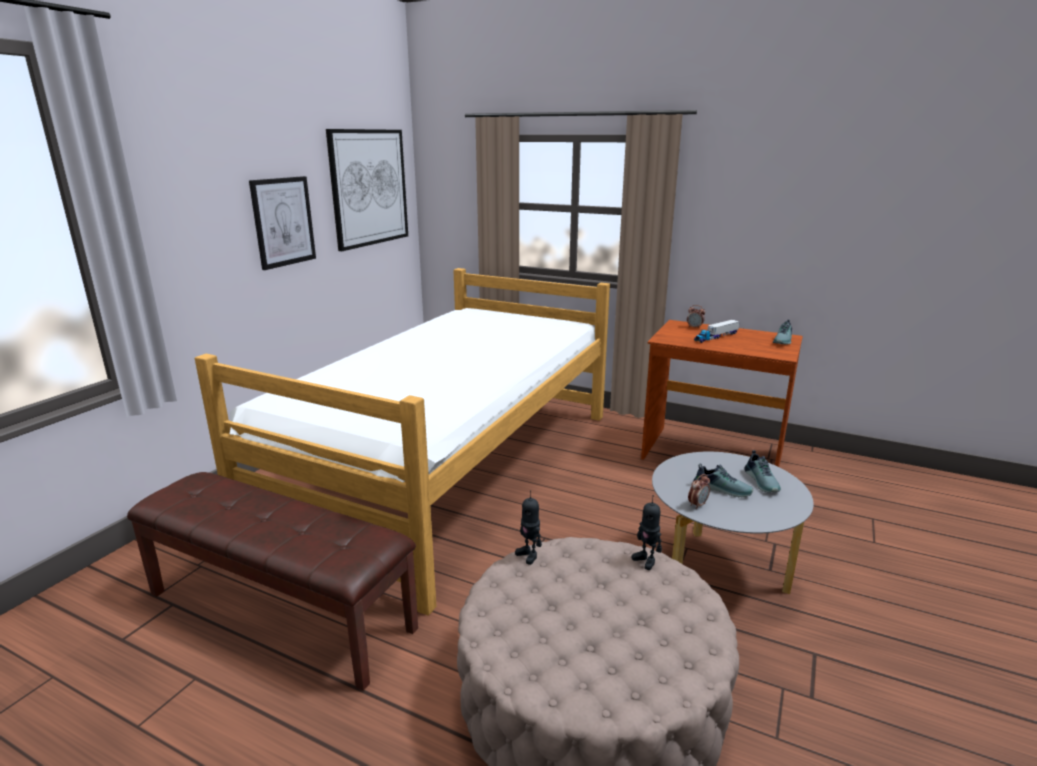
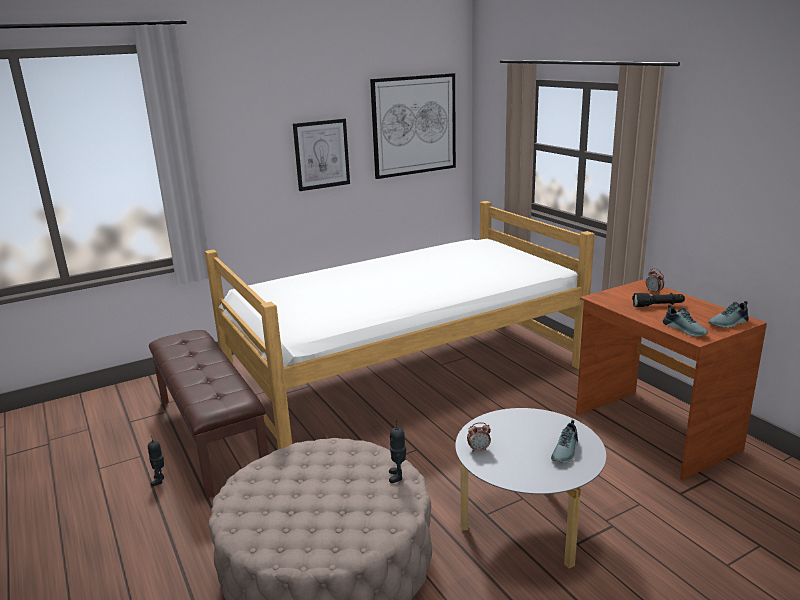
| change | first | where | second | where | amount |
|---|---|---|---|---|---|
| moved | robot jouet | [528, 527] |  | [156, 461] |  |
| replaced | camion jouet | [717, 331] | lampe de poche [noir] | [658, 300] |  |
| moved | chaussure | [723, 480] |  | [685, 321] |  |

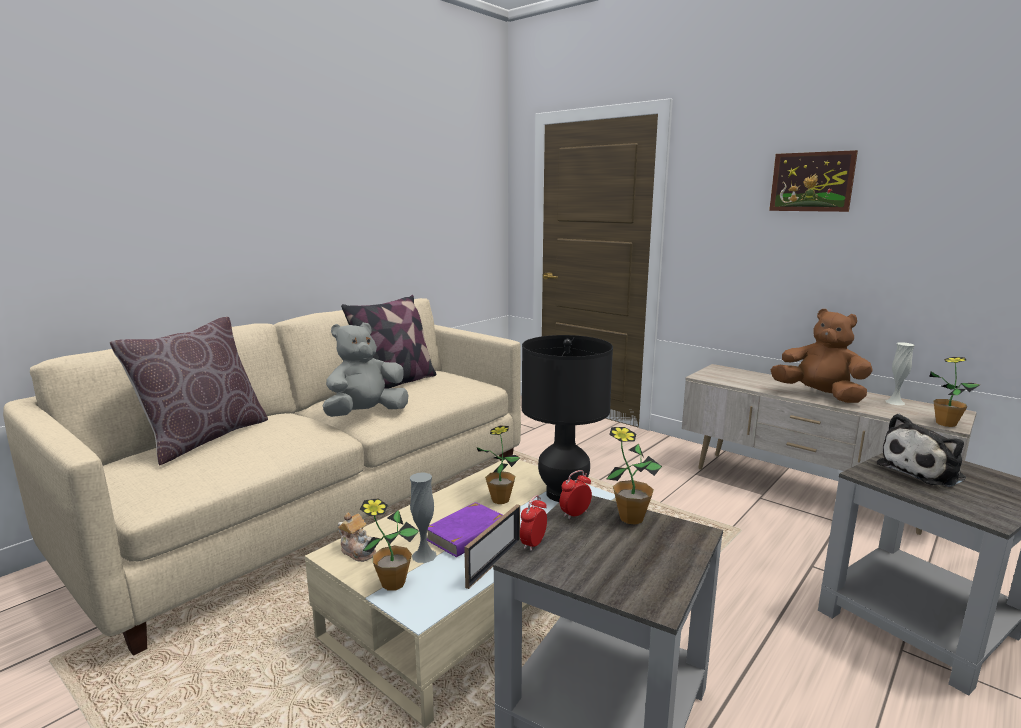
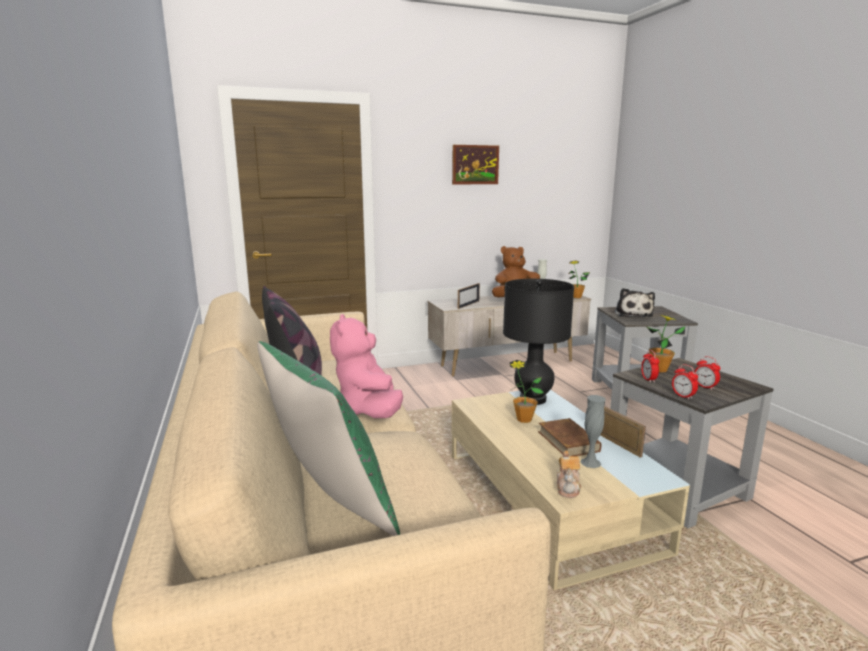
| change | first | where | second | where | amount |
|---|---|---|---|---|---|
| recoloured | coussin [marron] | [189, 391] | coussin [vert] | [328, 438] |  |
| recoloured | peluche [gris] | [365, 370] | peluche [rose] | [366, 366] |  |
| added |  |  | cadre photo | [469, 296] |  |
| recoloured | livre [violet] | [465, 529] | livre [marron] | [569, 437] |  |
| turned | théière | [357, 537] |  | [569, 474] | 120 degrees clockwise |
| added |  |  | réveil | [707, 373] |  |
| removed | plante en pot | [389, 544] |  |  |  |

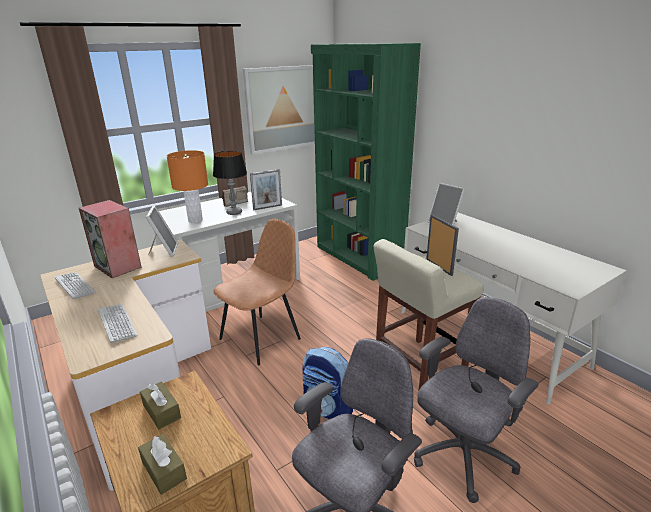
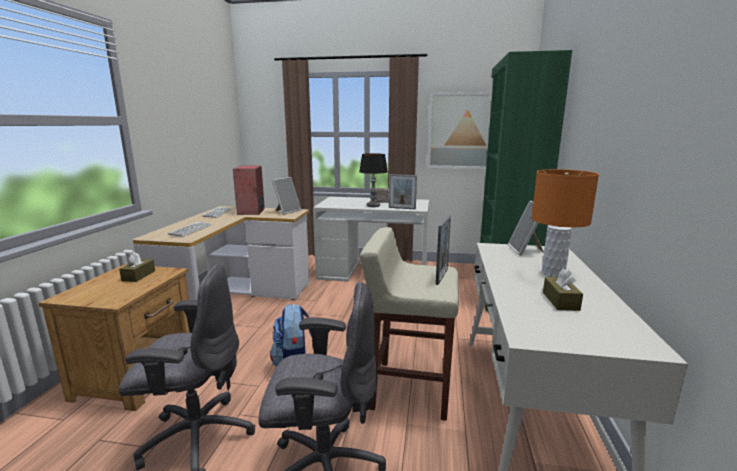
| change | first | where | second | where | amount |
|---|---|---|---|---|---|
| moved | lampe de table [orange] | [187, 186] |  | [565, 223] |  |
| moved | boîte à mouchoirs [marron] | [162, 464] |  | [563, 290] |  |
| removed | chaise [marron] | [257, 292] |  |  |  |

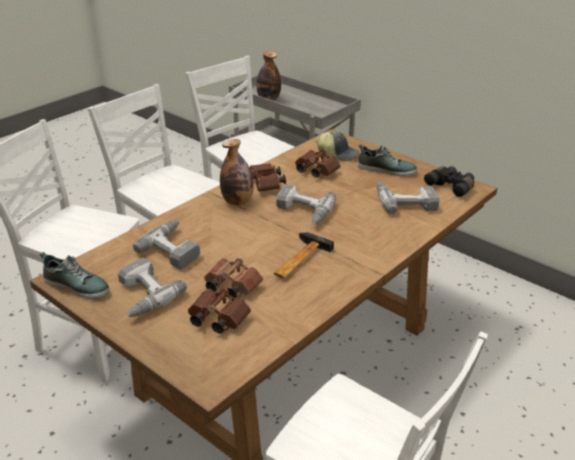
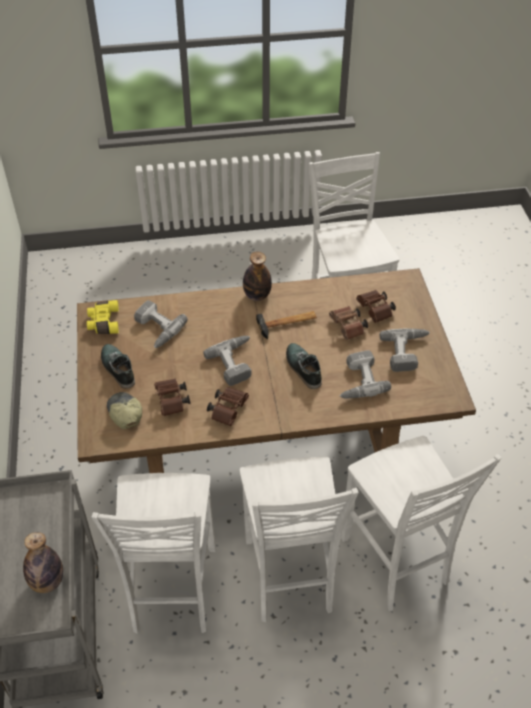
| change | first | where | second | where | amount |
|---|---|---|---|---|---|
| recoloured | jumelles [noir] | [449, 181] | jumelles [jaune] | [103, 317] |  |
| moved | bouteille | [237, 172] |  | [257, 276] |  |
| moved | chaussure | [75, 275] |  | [304, 366] |  |

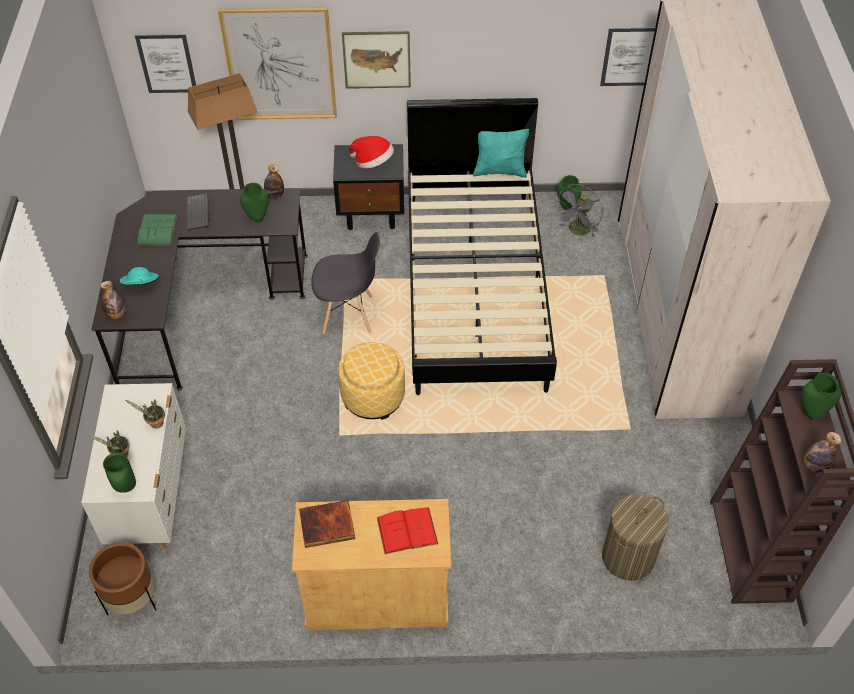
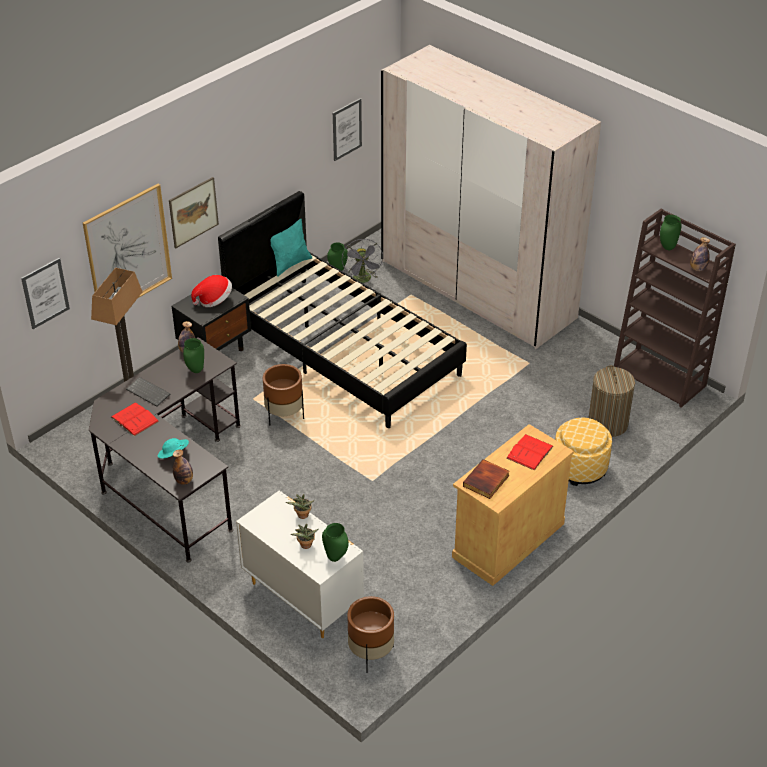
| change | first | where | second | where | amount |
|---|---|---|---|---|---|
| recoloured | livre [vert] | [157, 229] | livre [rouge] | [135, 419] |  |
| replaced | chaise [gris] | [345, 282] | cache-pot [marron] | [283, 395] |  |
| moved | pouf | [371, 381] |  | [583, 452] |  |

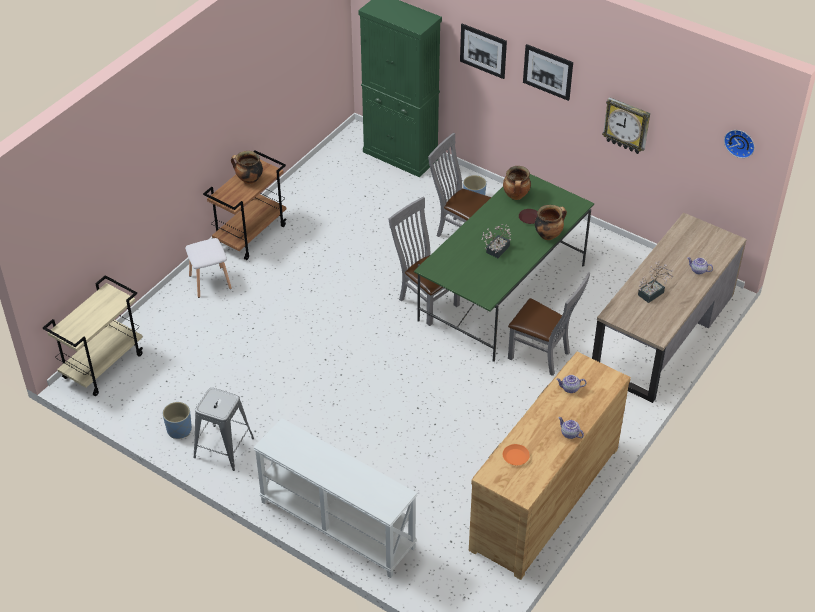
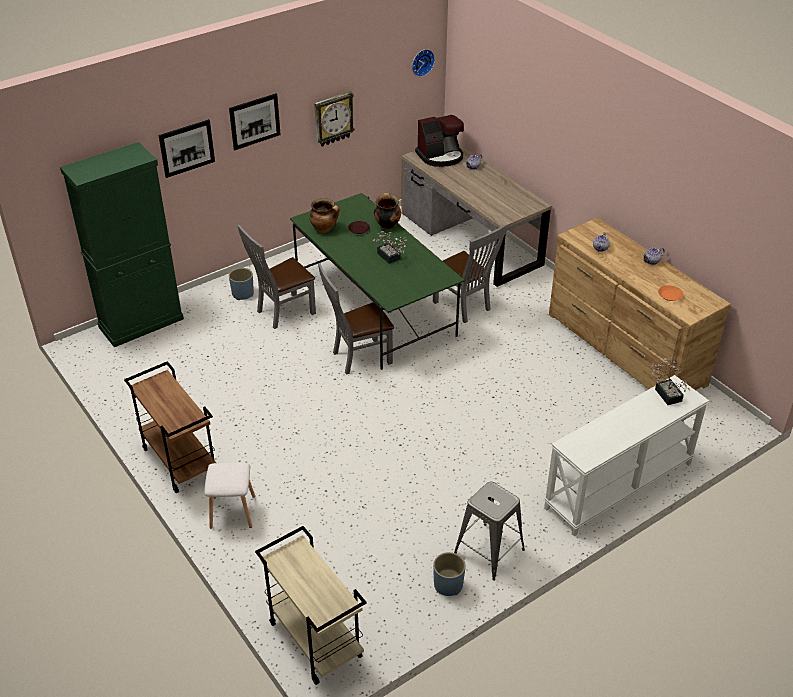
| change | first | where | second | where | amount |
|---|---|---|---|---|---|
| added |  |  | machine à café | [439, 141] |  |
| turned | chaise [gris] | [549, 324] |  | [470, 273] | 90 degrees clockwise |
| moved | plante en pot | [655, 282] |  | [670, 381] |  |
| removed | marmite | [247, 167] |  |  |  |

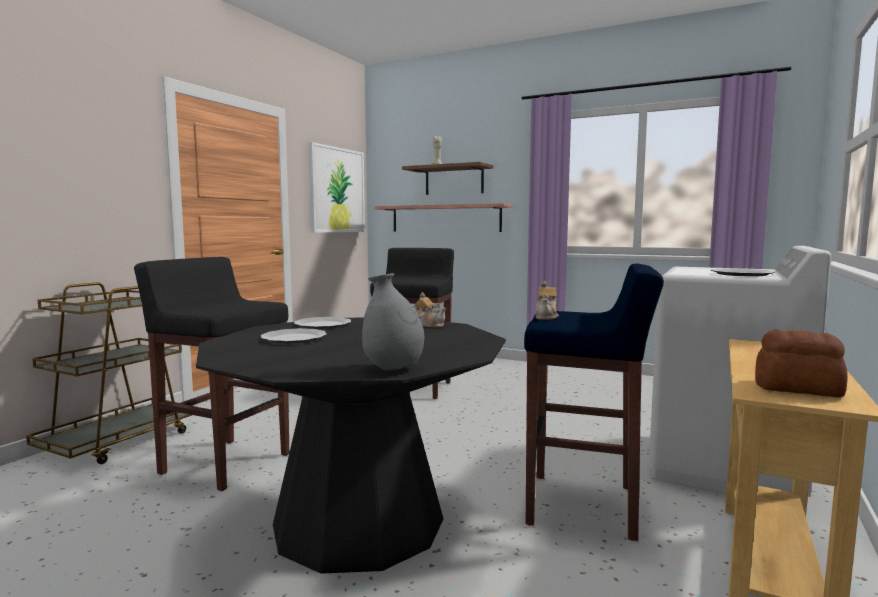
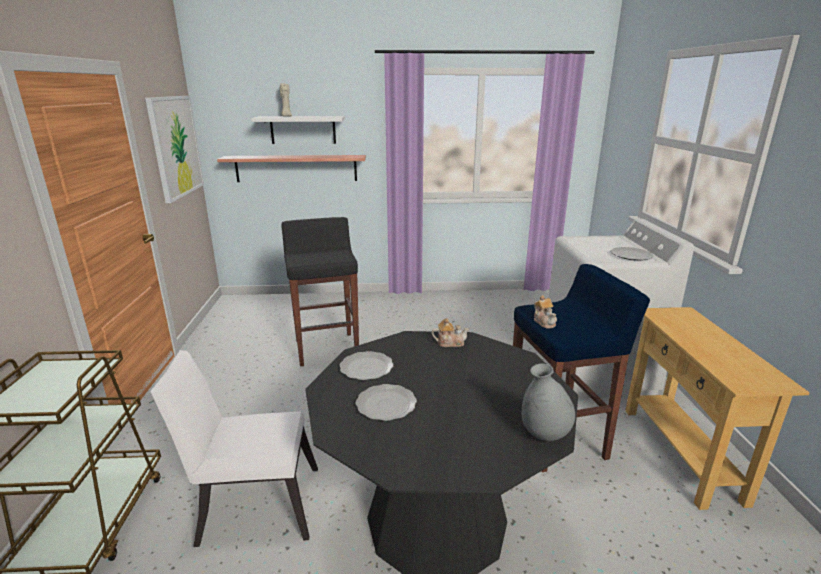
| change | first | where | second | where | amount |
|---|---|---|---|---|---|
| replaced | tabouret [noir] | [211, 374] | chaise [blanc] | [234, 448] |  |
| recoloured | étagère [marron] | [447, 178] | étagère [blanc] | [298, 130] |  |
| removed | pain | [801, 363] |  |  |  |

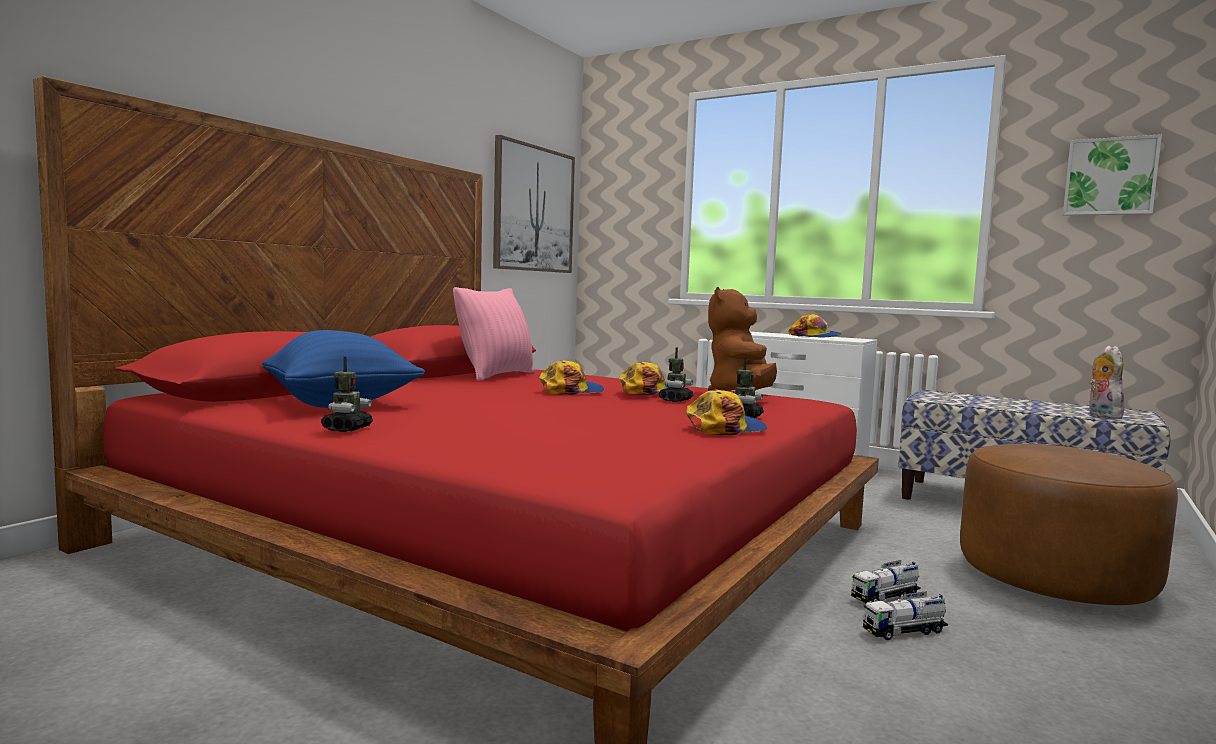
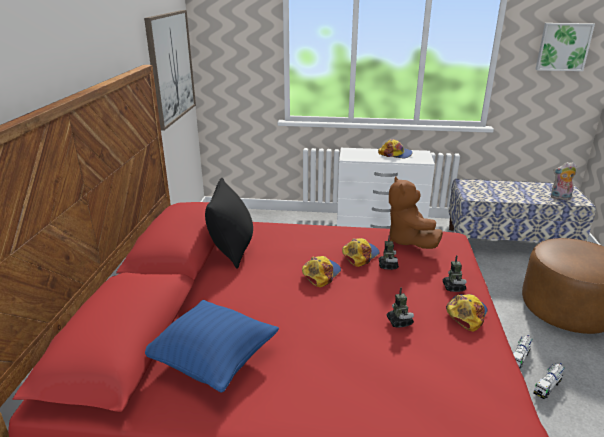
| change | first | where | second | where | amount |
|---|---|---|---|---|---|
| recoloured | coussin [rose] | [494, 334] | coussin [noir] | [229, 223] |  |
| moved | robot jouet | [347, 394] |  | [400, 307] |  |
| turned | peluche | [1106, 382] |  | [564, 181] | 60 degrees counterclockwise |

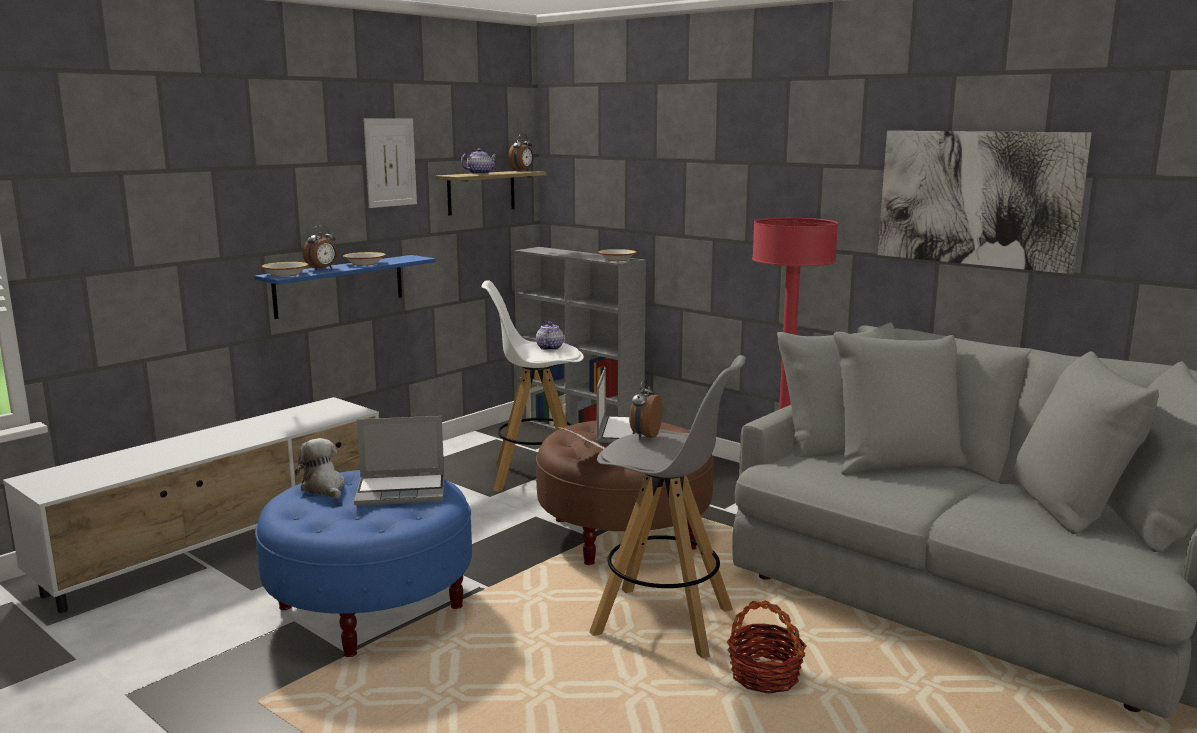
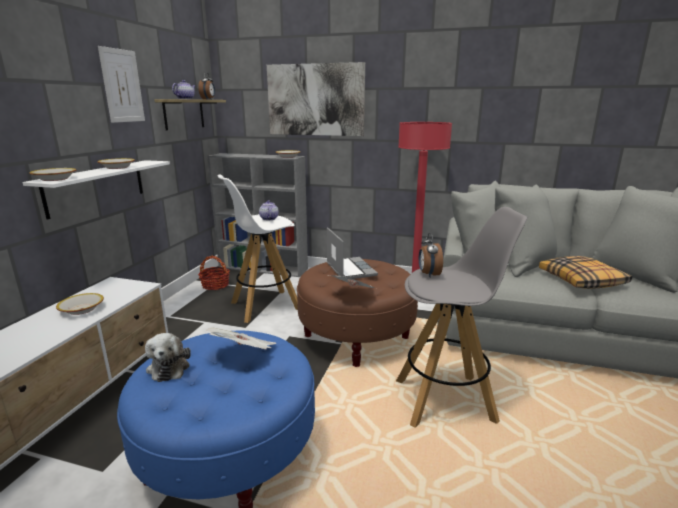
| change | first | where | second | where | amount |
|---|---|---|---|---|---|
| recoloured | étagère [bleu] | [345, 287] | étagère [blanc] | [96, 190] |  |
| added |  |  | bol | [80, 304] |  |
| turned | peluche | [320, 468] |  | [168, 357] | 135 degrees counterclockwise |
| moved | panier | [767, 647] |  | [214, 273] |  |
| replaced | ordinateur portable | [399, 461] | journal | [241, 338] |  |
| moved | tableau | [984, 202] |  | [316, 99] |  |
| added |  |  | coussin | [585, 272] |  |
| removed | réveil | [320, 247] |  |  |  |

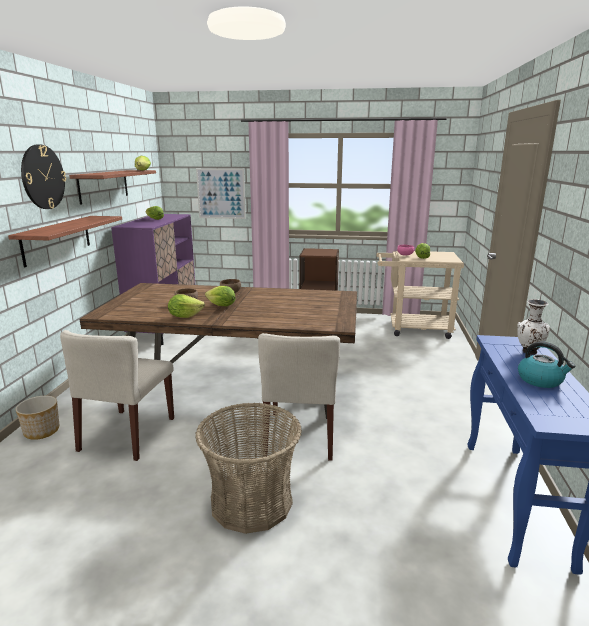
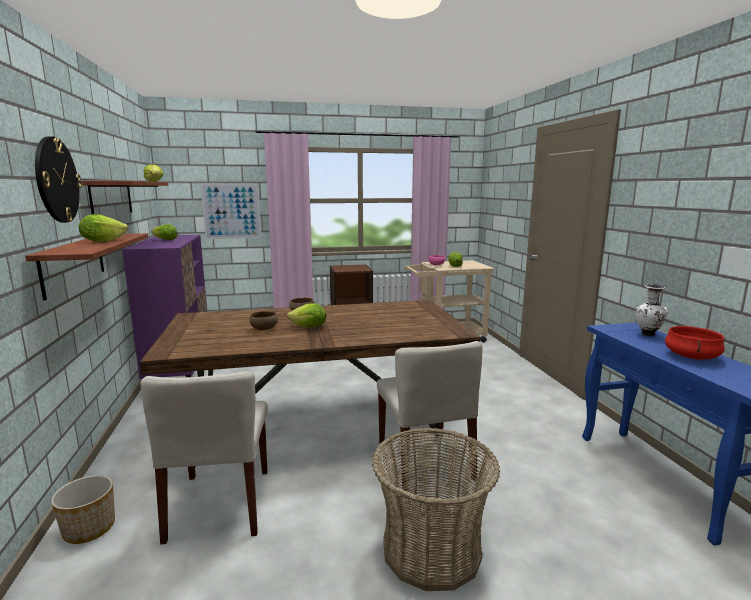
| change | first | where | second | where | amount |
|---|---|---|---|---|---|
| moved | laitue | [186, 306] |  | [103, 228] |  |
| replaced | bouilloire | [546, 364] | marmite [rouge] | [695, 343] |  |

